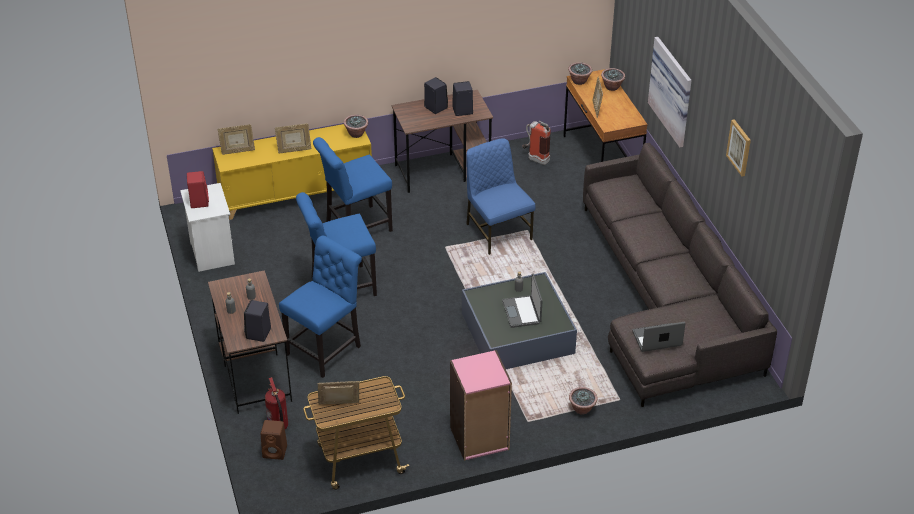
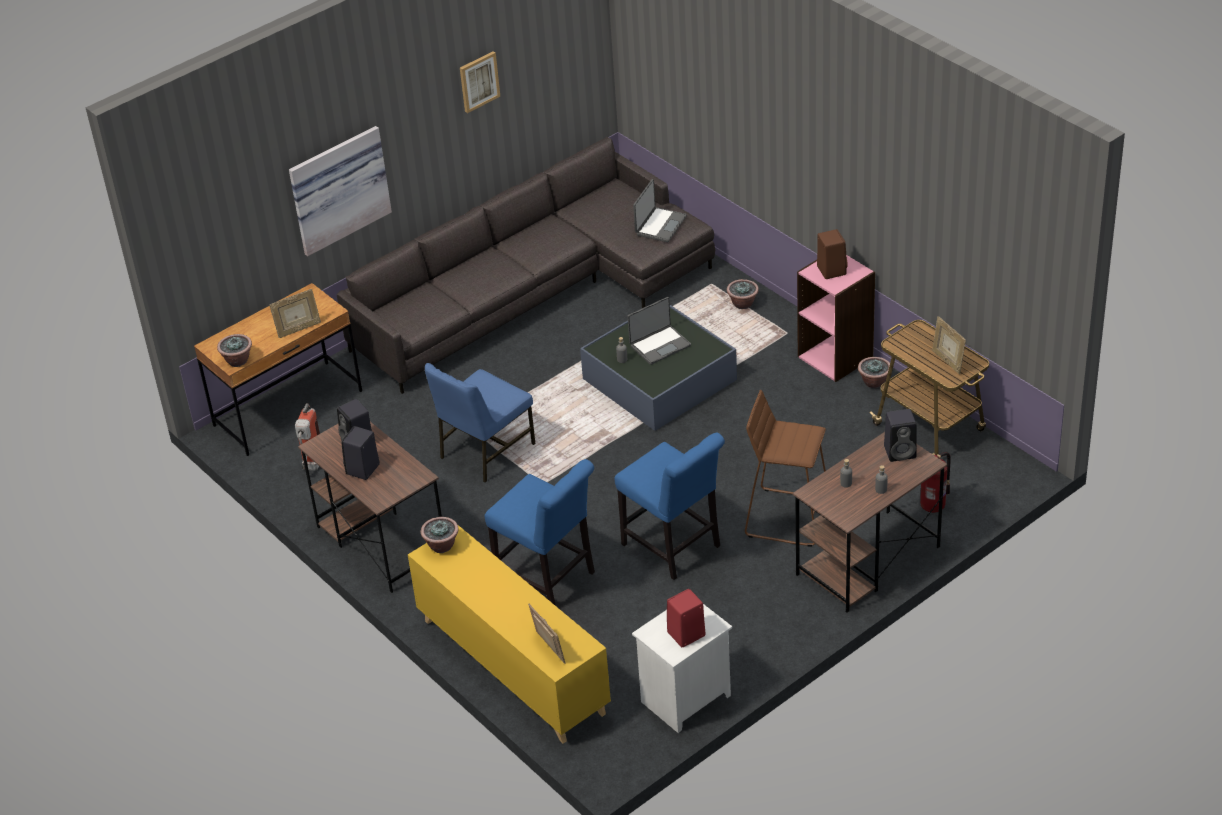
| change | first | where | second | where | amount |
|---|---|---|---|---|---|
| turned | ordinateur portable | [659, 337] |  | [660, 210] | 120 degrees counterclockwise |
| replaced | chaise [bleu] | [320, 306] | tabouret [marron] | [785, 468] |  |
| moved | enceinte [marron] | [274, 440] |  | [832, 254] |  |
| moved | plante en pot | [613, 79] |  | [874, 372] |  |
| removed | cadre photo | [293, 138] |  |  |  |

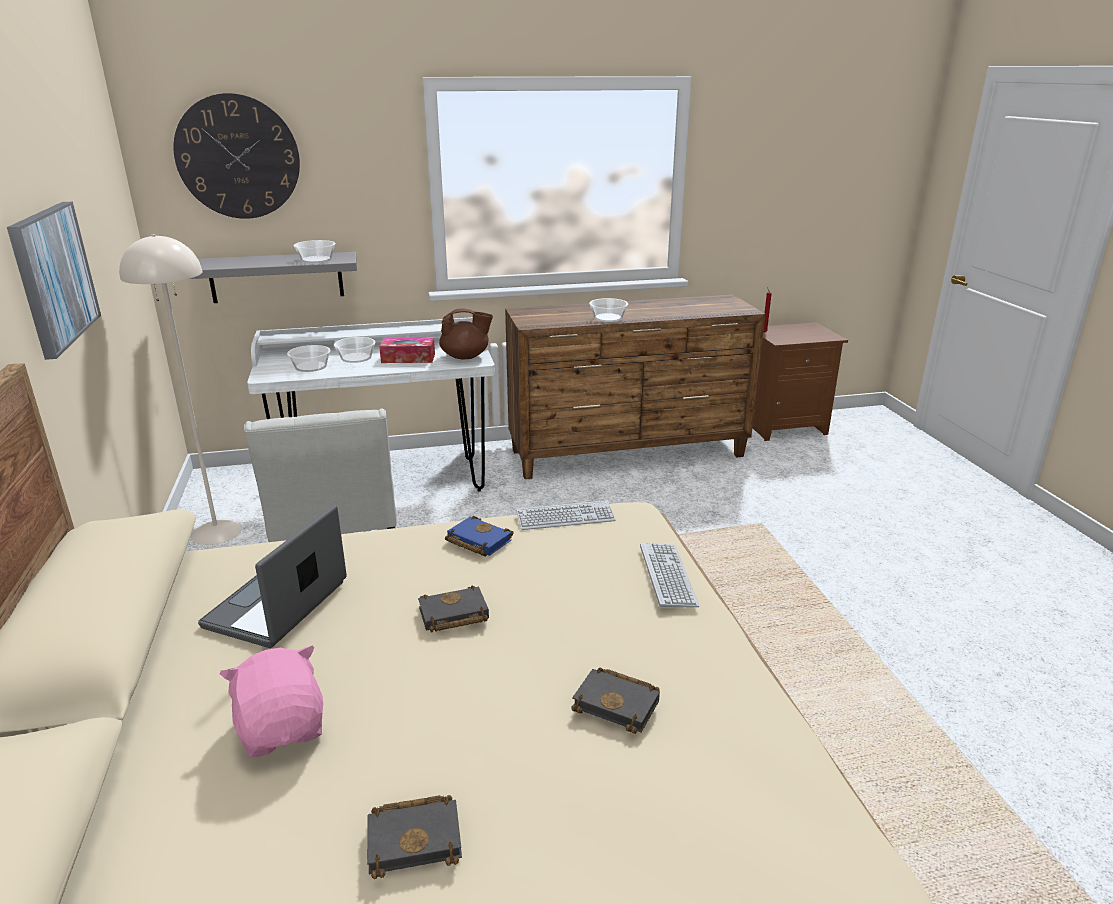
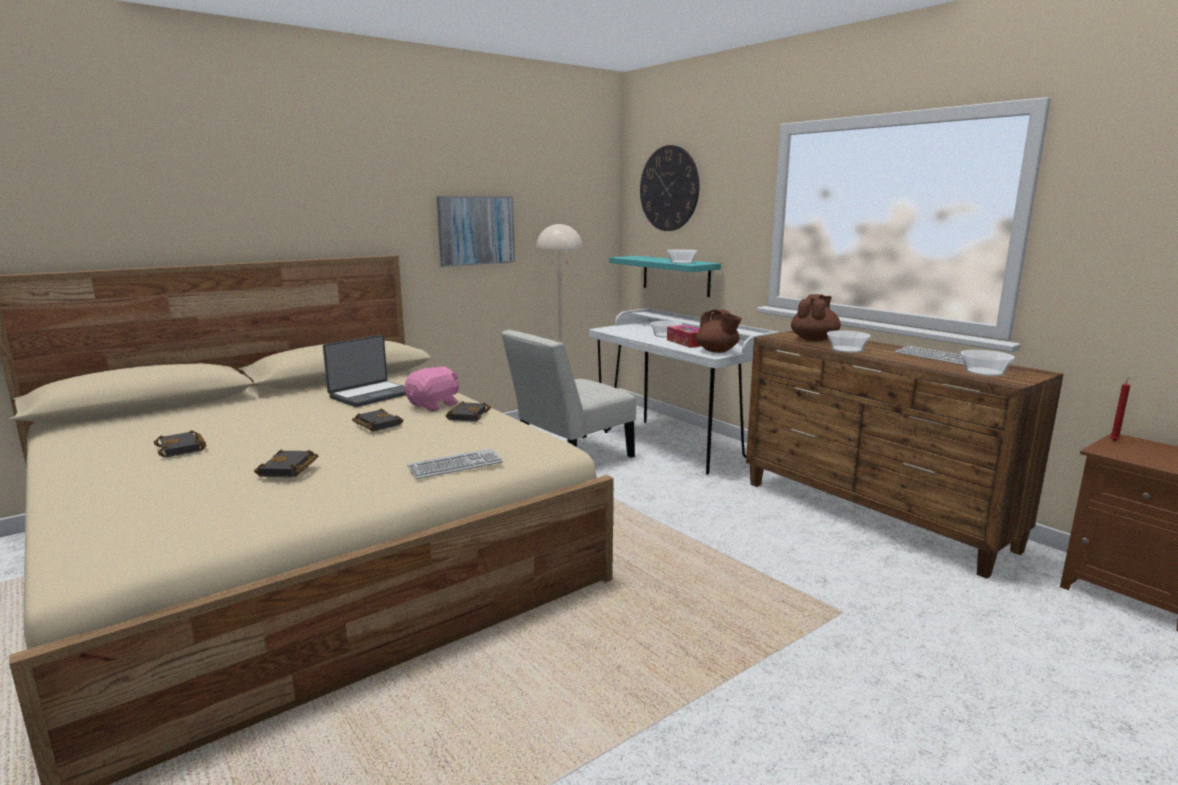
| change | first | where | second | where | amount |
|---|---|---|---|---|---|
| turned | ordinateur portable | [272, 576] |  | [364, 371] | 135 degrees clockwise |
| moved | peluche [rose] | [271, 702] |  | [431, 389] |  |
| recoloured | livre [bleu] | [479, 536] | livre [noir] | [468, 411] |  |
| recoloured | étagère [gris] | [274, 277] | étagère [turquoise] | [665, 276] |  |
| added |  |  | théière [marron] | [816, 317] |  |
| moved | clavier | [566, 515] |  | [929, 355] |  |
| moved | bol | [309, 358] |  | [988, 363] |  |

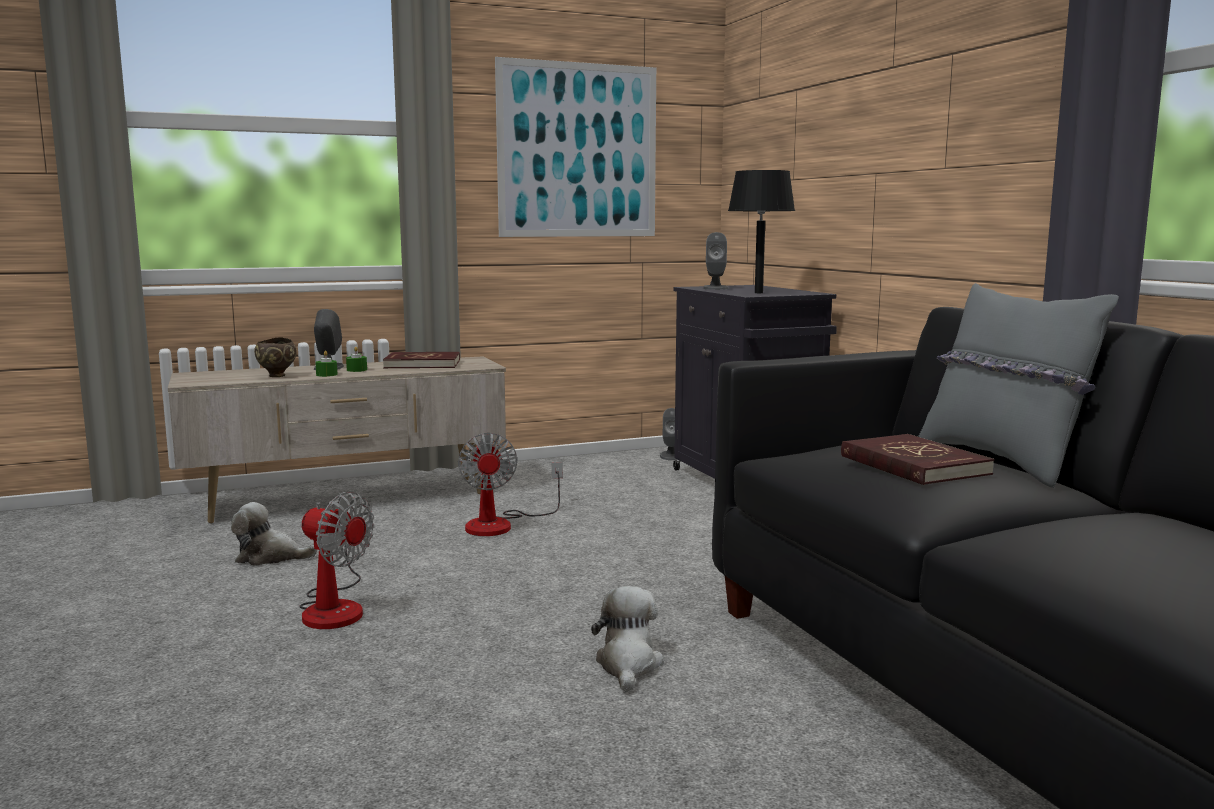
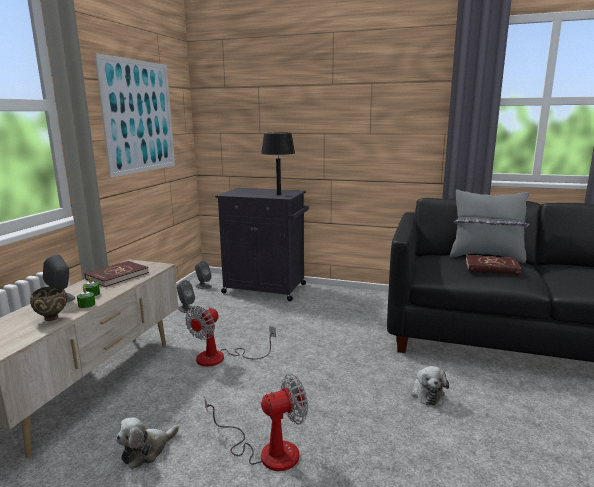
| change | first | where | second | where | amount |
|---|---|---|---|---|---|
| moved | enceinte [gris] | [715, 261] |  | [186, 296] |  |
| turned | ventilateur | [510, 484] |  | [230, 336] | 90 degrees clockwise |
| turned | peluche | [627, 639] |  | [430, 385] | 135 degrees counterclockwise |

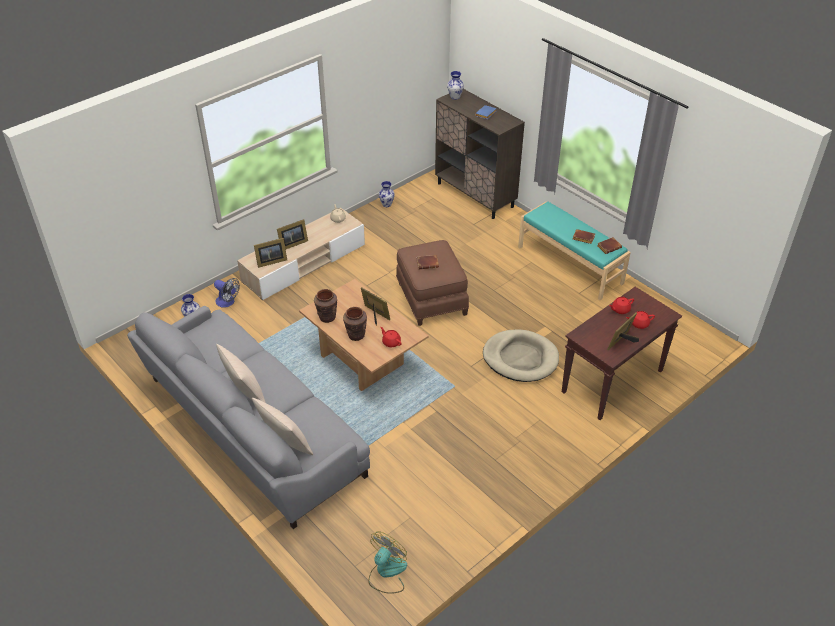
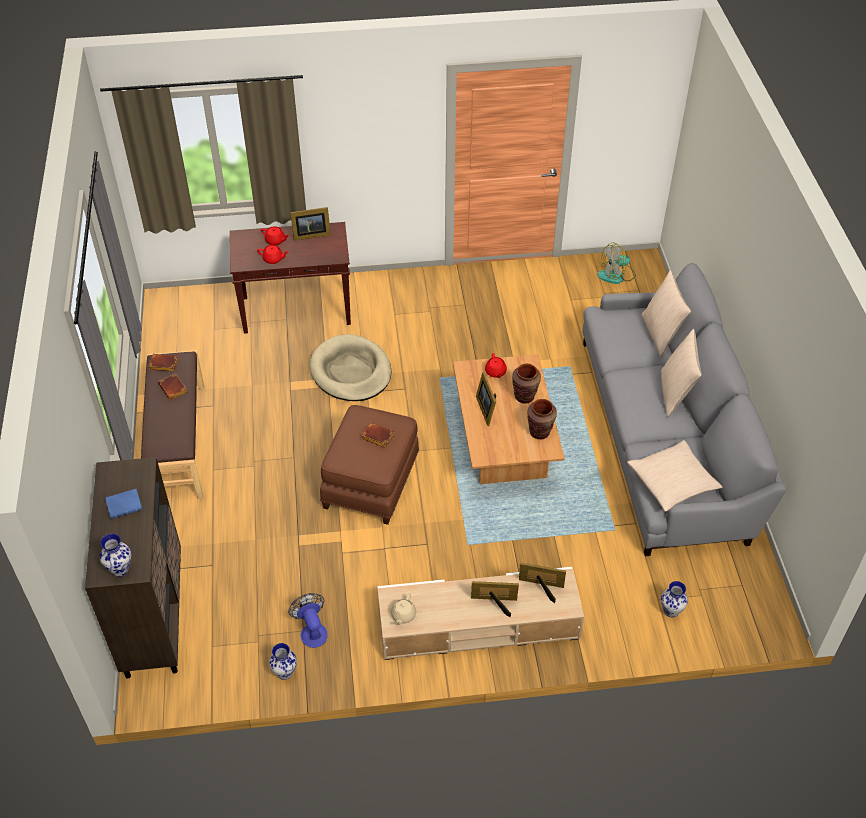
| change | first | where | second | where | amount |
|---|---|---|---|---|---|
| recoloured | banc [turquoise] | [574, 251] | banc [marron] | [173, 424] |  |
| moved | ventilateur | [227, 293] |  | [308, 620] |  |
| added |  |  | coussin [beige] | [675, 476] |  |

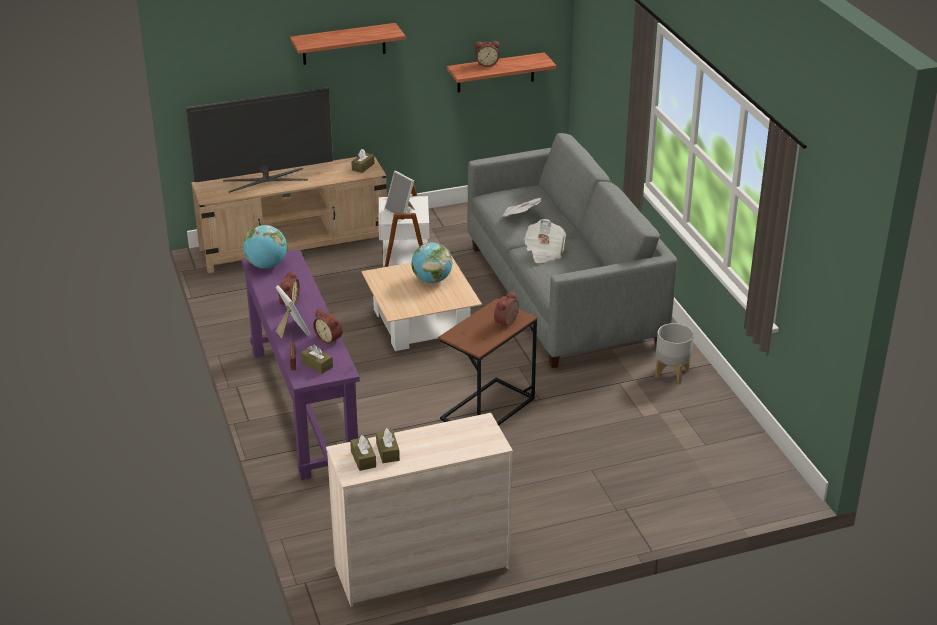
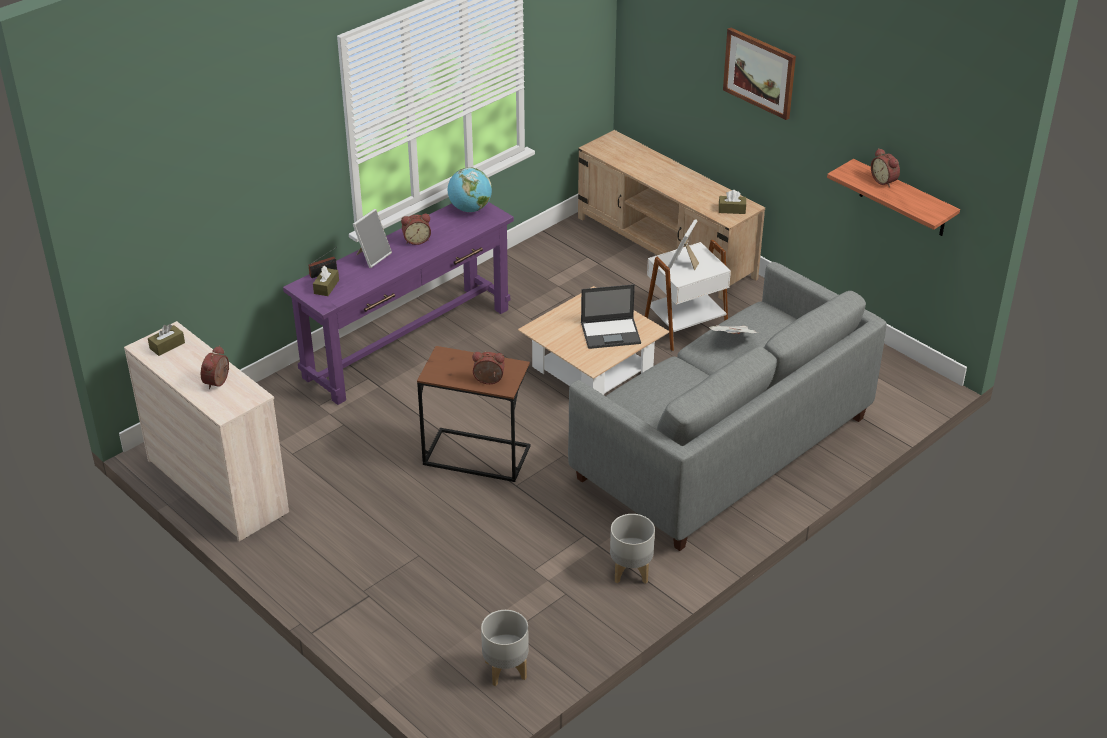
| change | first | where | second | where | amount |
|---|---|---|---|---|---|
| moved | réveil | [327, 327] |  | [215, 367] |  |
| added |  |  | cache-pot [gris] | [505, 648] |  |
| replaced | globe | [432, 262] | ordinateur portable | [611, 316] |  |
| replaced | étagère | [348, 44] | tableau | [759, 73] |  |
| removed | téléviseur | [259, 140] |  |  |  |
| removed | boîte à mouchoirs [marron] | [388, 445] |  |  |  |
| removed | journal | [545, 241] |  |  |  |

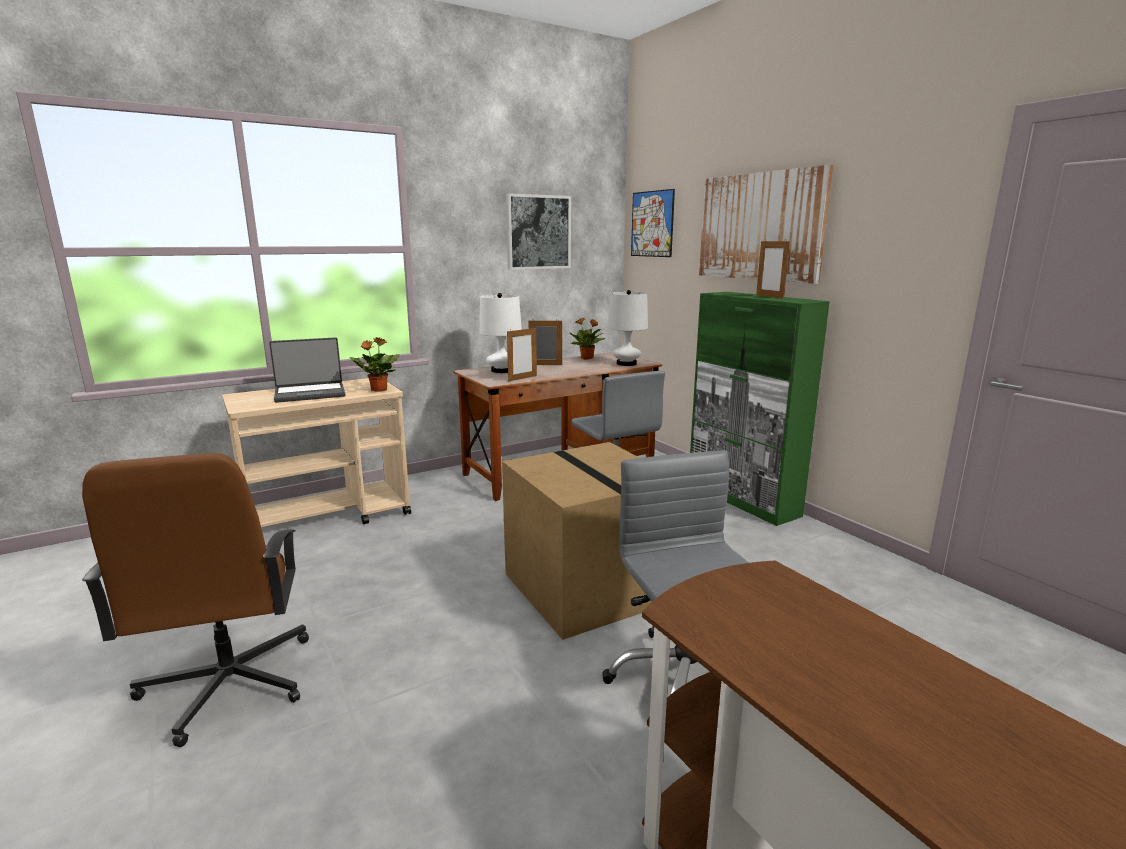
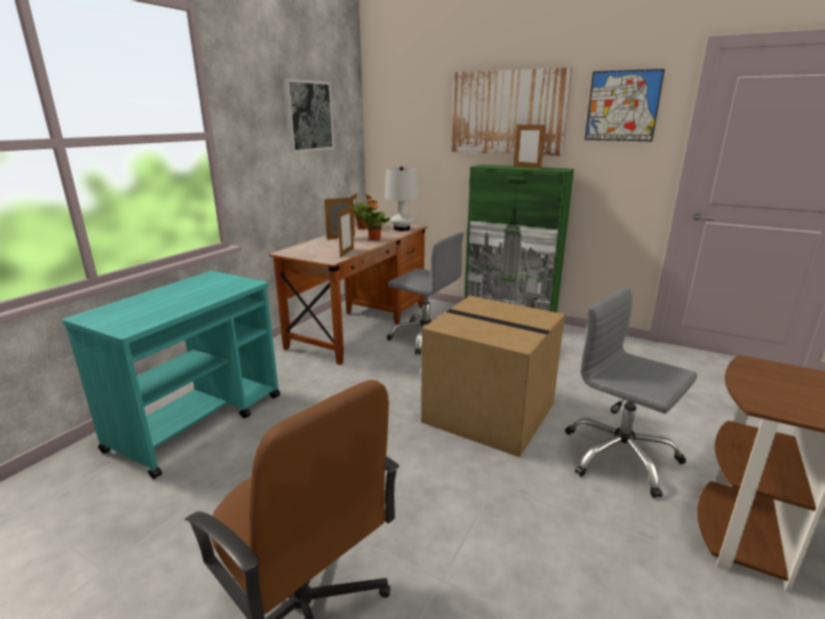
| change | first | where | second | where | amount |
|---|---|---|---|---|---|
| recoloured | chariot [beige] | [316, 452] | chariot [turquoise] | [171, 375] |  |
| moved | plante en pot | [374, 364] |  | [374, 220] |  |
| moved | tableau | [653, 223] |  | [625, 105] |  |
| removed | ordinateur portable | [307, 370] |  |  |  |
| removed | lampe de table [blanc] | [500, 333] |  |  |  |

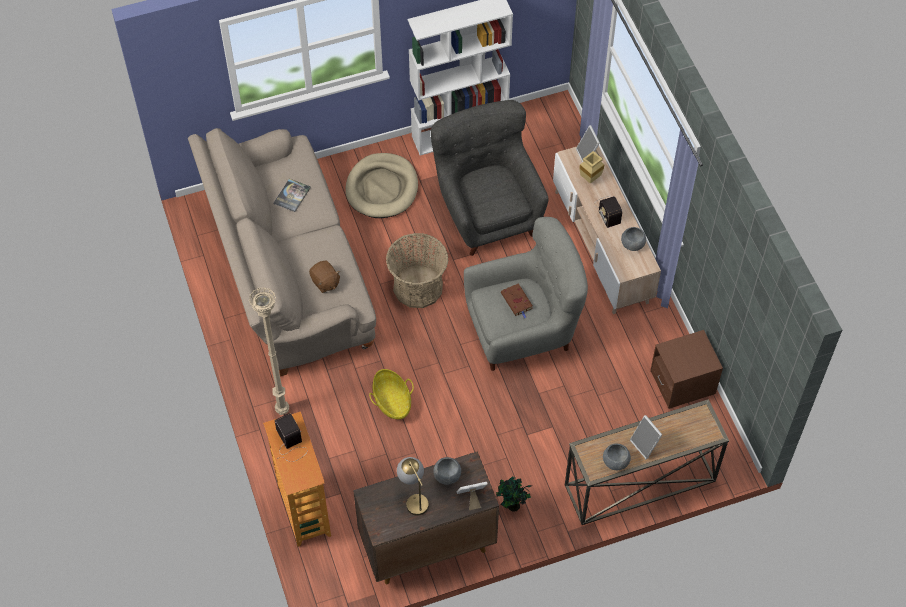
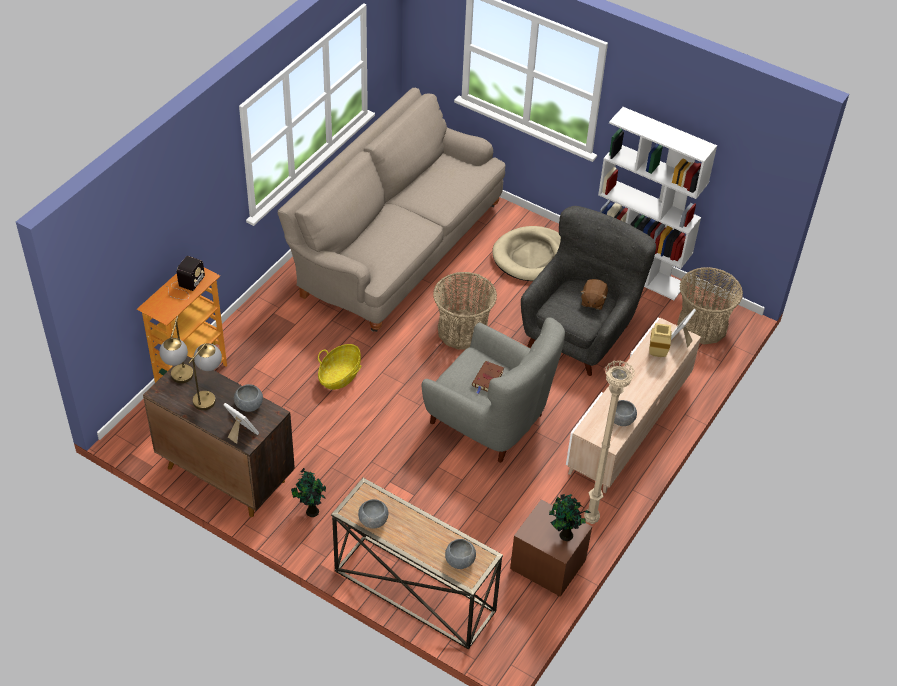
| change | first | where | second | where | amount |
|---|---|---|---|---|---|
| added |  |  | lampe de table | [176, 349] |  |
| added |  |  | bol [gris] | [460, 554] |  |
| added |  |  | plante en pot | [570, 517] |  |
| moved | peluche [marron] | [324, 277] |  | [594, 294] |  |
| moved | lampadaire [beige] | [269, 351] |  | [609, 442] |  |
| added |  |  | panier | [710, 306] |  |
| removed | livre | [292, 195] |  |  |  |
| removed | radio | [608, 212] |  |  |  |
| removed | cadre photo | [646, 437] |  |  |  |

